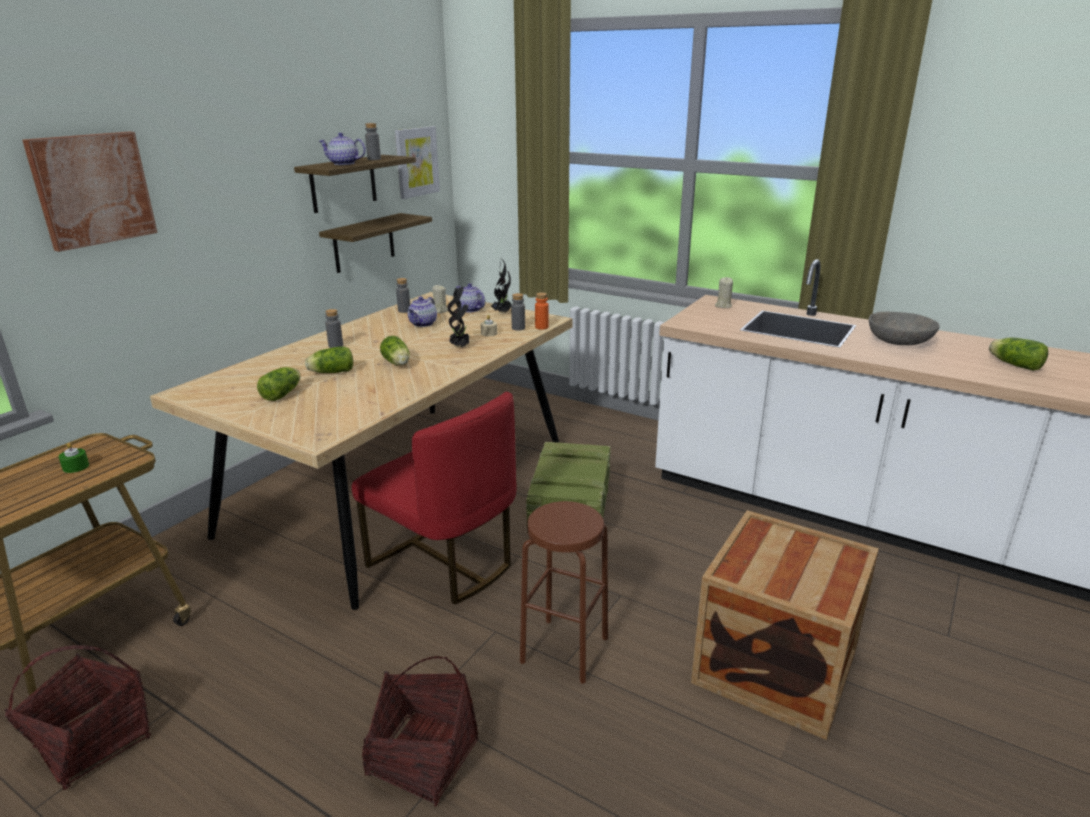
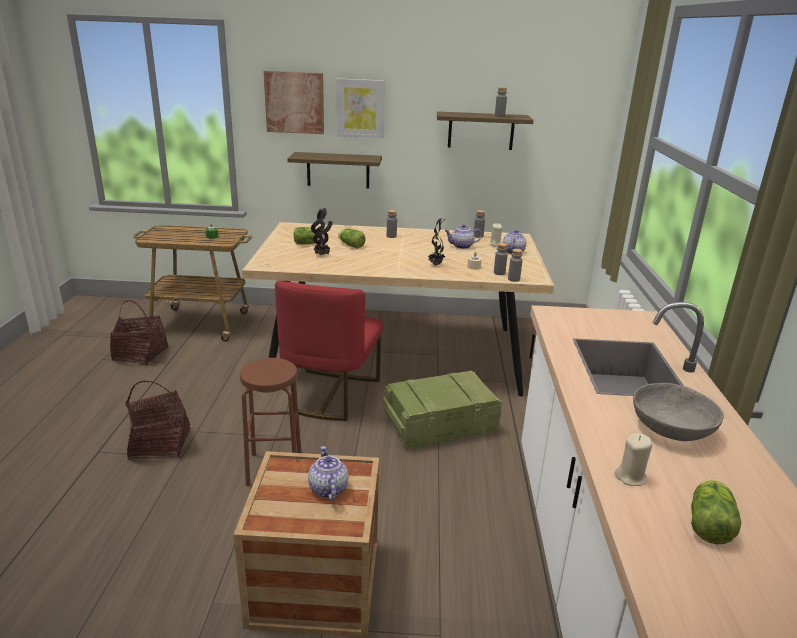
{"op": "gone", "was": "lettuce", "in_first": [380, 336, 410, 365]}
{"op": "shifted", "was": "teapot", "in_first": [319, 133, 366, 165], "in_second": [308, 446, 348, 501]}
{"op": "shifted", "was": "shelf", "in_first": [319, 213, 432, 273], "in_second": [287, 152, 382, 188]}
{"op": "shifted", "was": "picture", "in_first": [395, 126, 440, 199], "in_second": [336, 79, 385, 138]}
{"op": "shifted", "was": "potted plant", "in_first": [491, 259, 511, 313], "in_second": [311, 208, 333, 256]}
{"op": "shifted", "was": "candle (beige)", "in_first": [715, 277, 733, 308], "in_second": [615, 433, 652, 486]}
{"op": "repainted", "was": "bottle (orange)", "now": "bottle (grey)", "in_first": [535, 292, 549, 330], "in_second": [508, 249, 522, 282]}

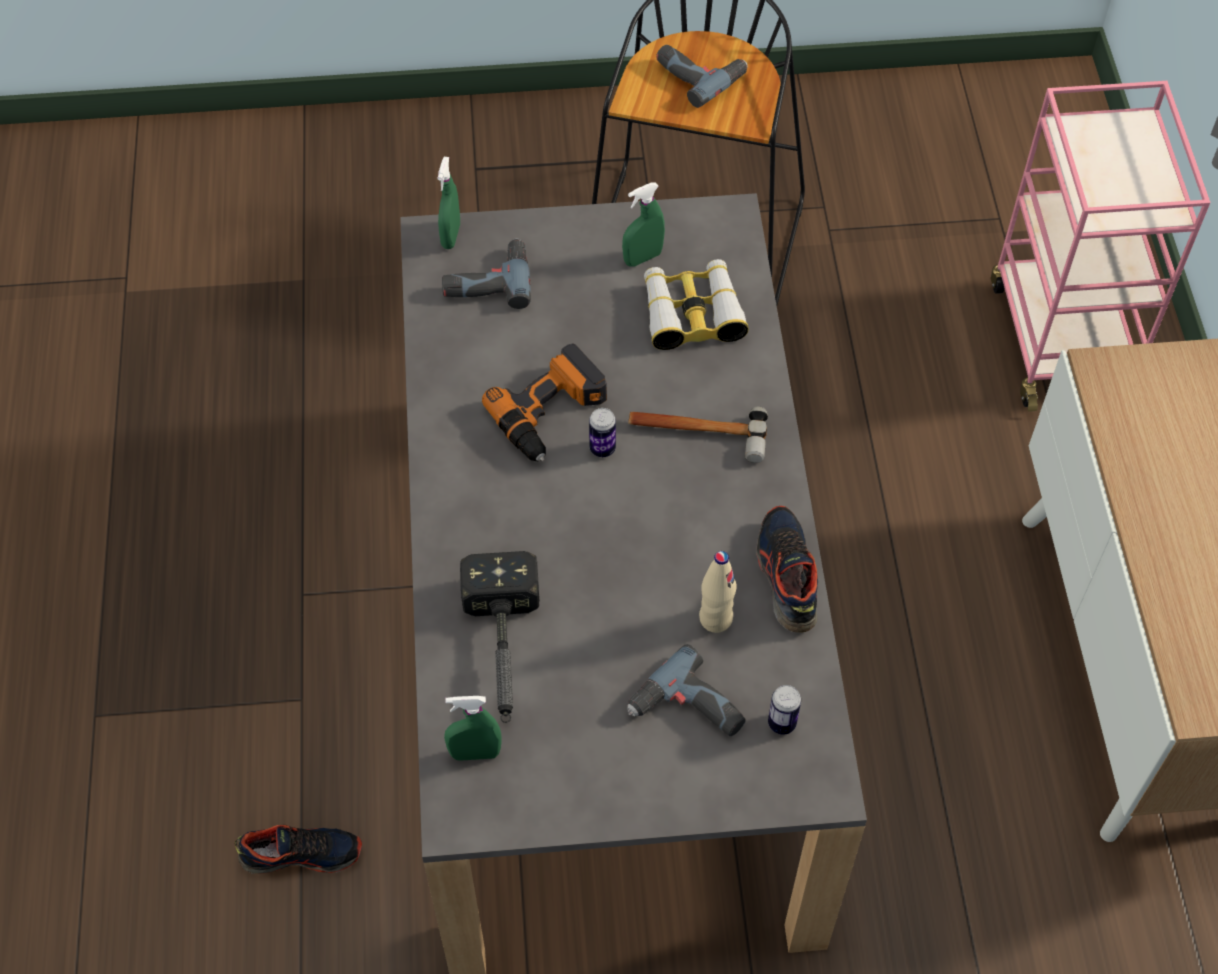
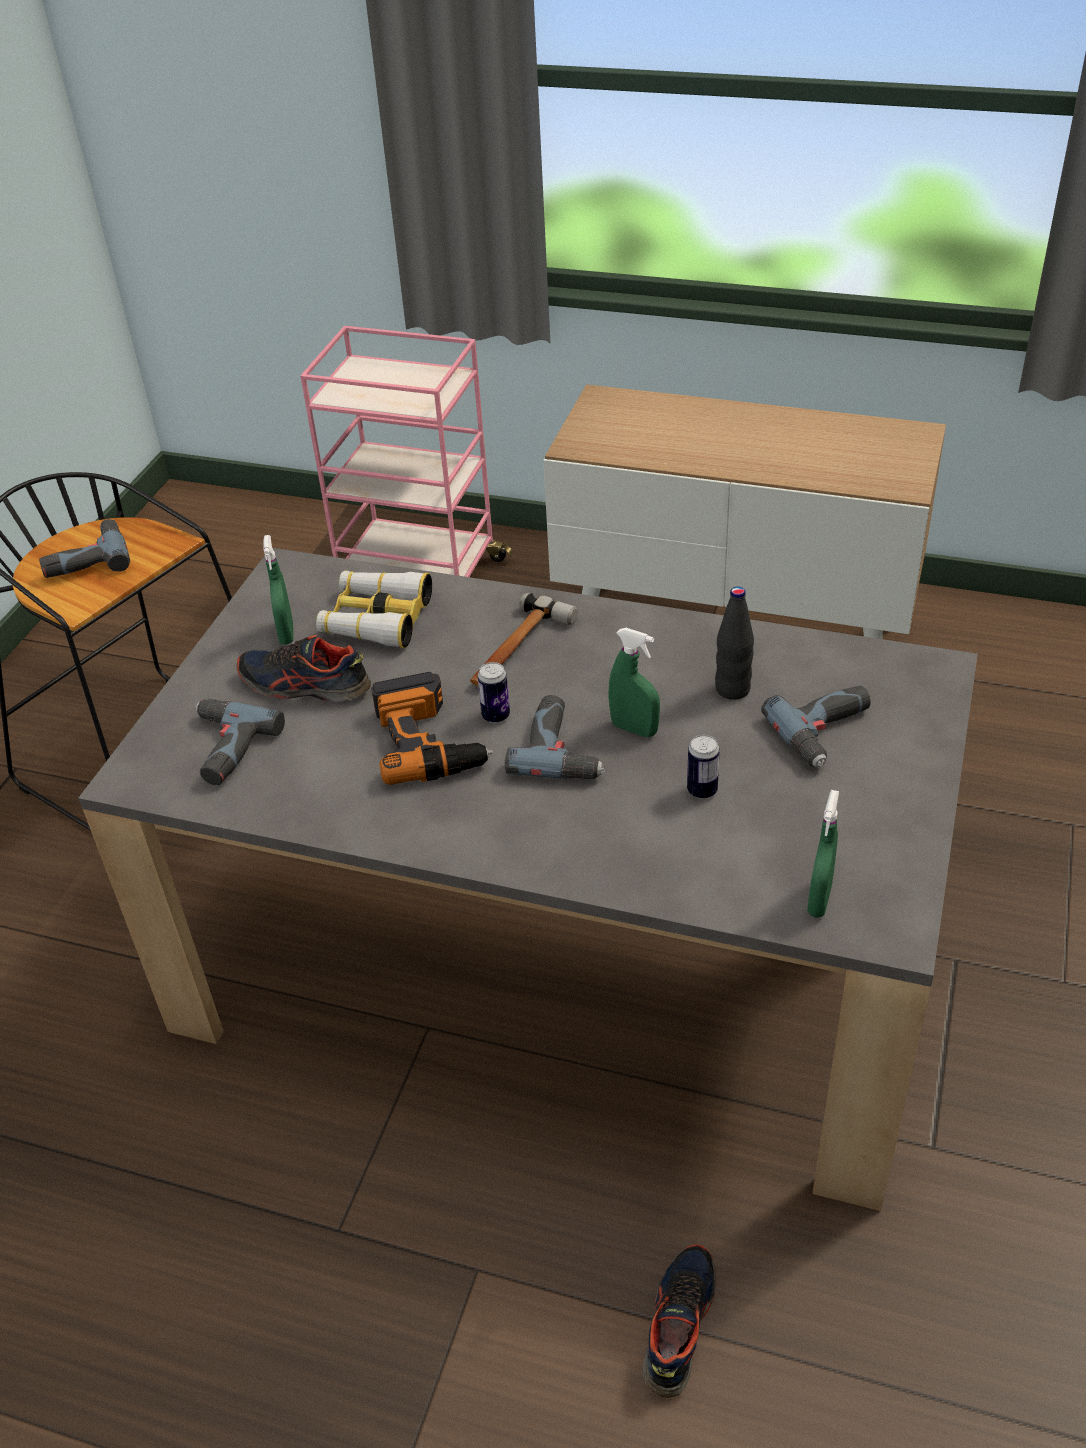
{"op": "gone", "was": "hammer", "in_first": [460, 551, 539, 723]}
{"op": "new", "now": "power drill", "in_second": [505, 695, 605, 779]}
{"op": "shifted", "was": "spray bottle (green)", "in_first": [438, 157, 460, 249], "in_second": [608, 628, 660, 737]}
{"op": "shifted", "was": "shoe", "in_first": [756, 506, 818, 633], "in_second": [237, 635, 371, 702]}
{"op": "shifted", "was": "can", "in_first": [768, 685, 801, 735], "in_second": [687, 735, 720, 799]}
{"op": "repainted", "was": "bottle (beige)", "now": "bottle (black)", "in_first": [699, 551, 737, 633], "in_second": [715, 586, 754, 700]}

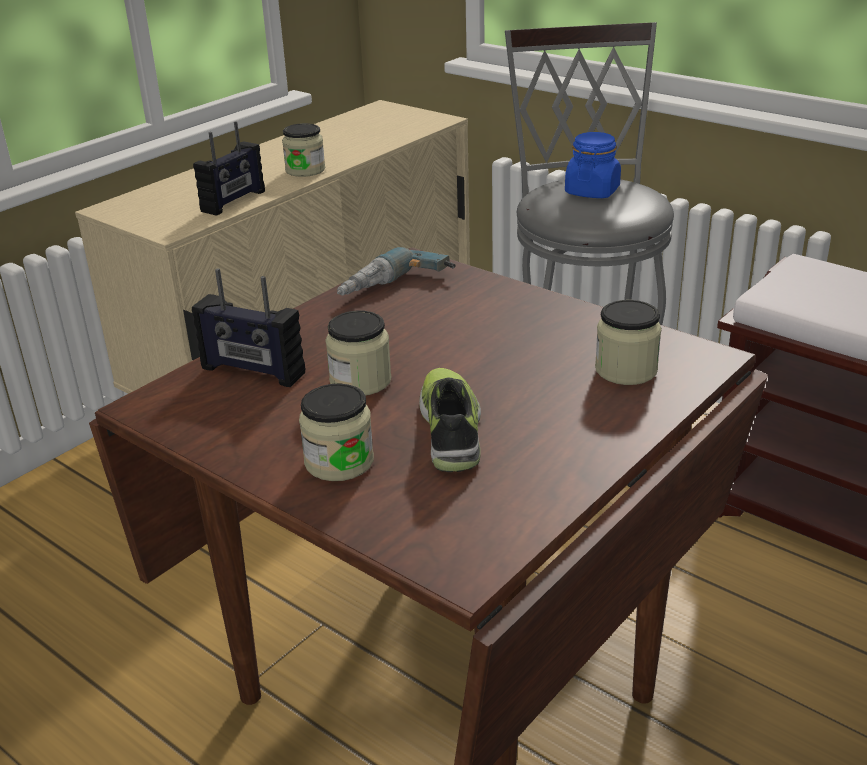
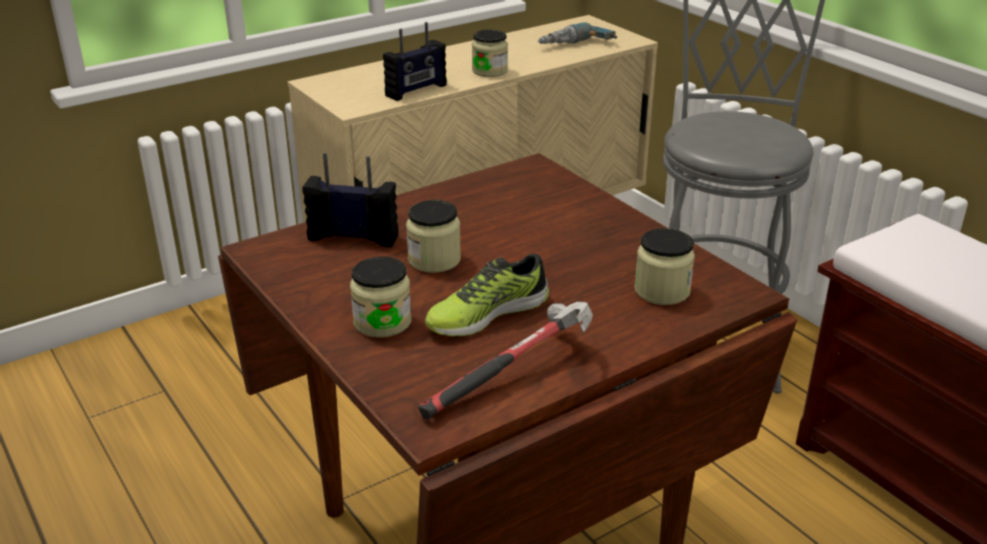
{"op": "gone", "was": "jar (blue)", "in_first": [565, 132, 621, 198]}
{"op": "new", "now": "hammer", "in_second": [418, 302, 593, 420]}
{"op": "shifted", "was": "power drill", "in_first": [337, 247, 455, 296], "in_second": [538, 22, 617, 44]}
{"op": "rotated", "was": "radio", "in_first": [192, 268, 305, 387], "in_second": [302, 153, 399, 247], "clockwise": 150}
{"op": "rotated", "was": "shoe", "in_first": [419, 368, 481, 472], "in_second": [425, 254, 549, 336], "clockwise": -135}

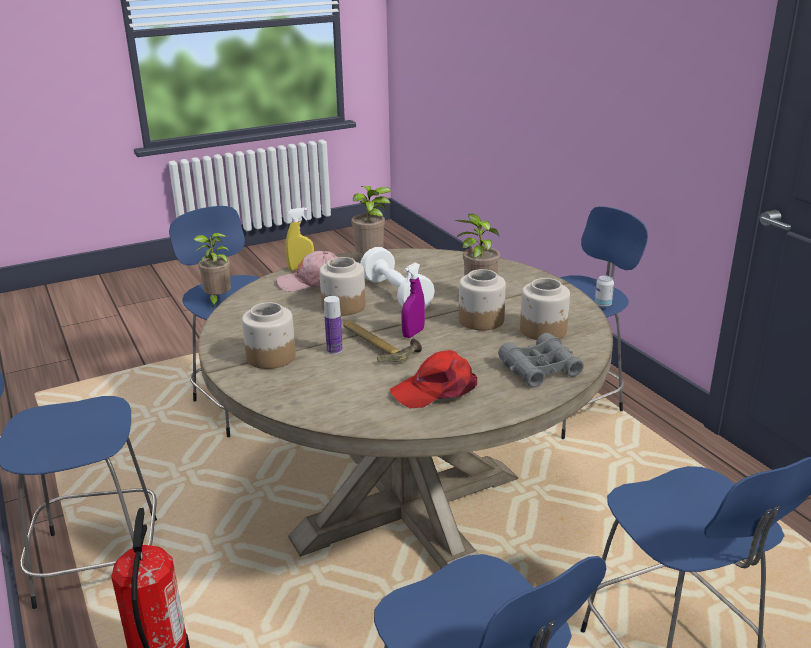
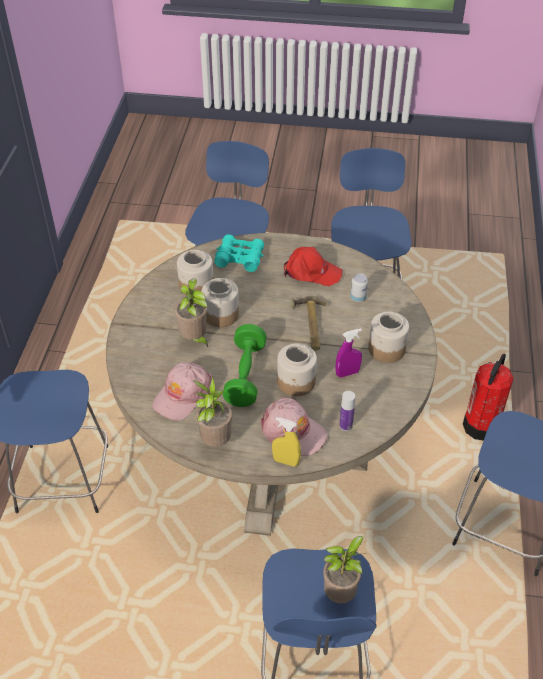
{"op": "new", "now": "cap (pink)", "in_second": [152, 362, 212, 420]}
{"op": "shifted", "was": "bottle", "in_first": [324, 296, 343, 354], "in_second": [339, 391, 355, 431]}
{"op": "shifted", "was": "spray bottle (purple)", "in_first": [401, 263, 425, 338], "in_second": [336, 328, 362, 377]}
{"op": "shifted", "was": "can", "in_first": [595, 275, 614, 307], "in_second": [350, 273, 368, 302]}
{"op": "repainted", "was": "dumbbell (white)", "now": "dumbbell (green)", "in_first": [360, 247, 435, 308], "in_second": [223, 324, 267, 407]}
{"op": "repainted", "was": "binoculars (grey)", "now": "binoculars (turquoise)", "in_first": [498, 333, 584, 388], "in_second": [214, 235, 264, 272]}

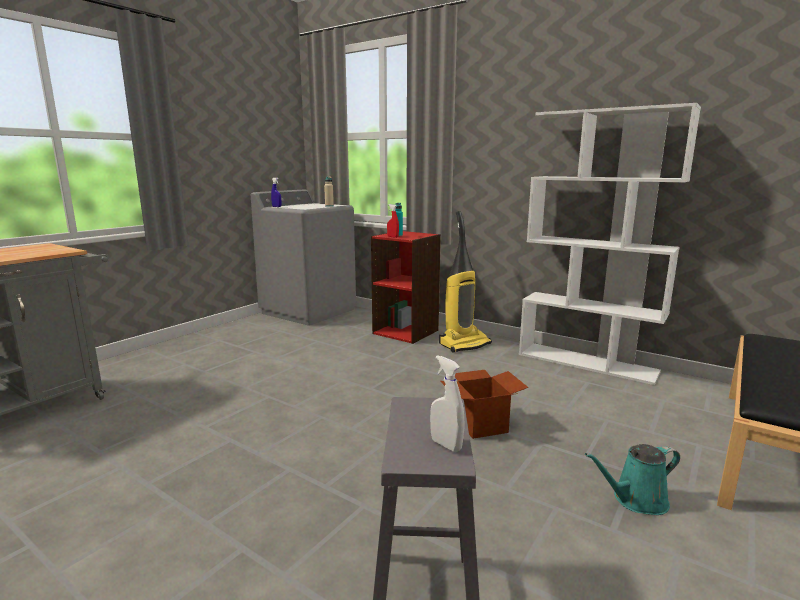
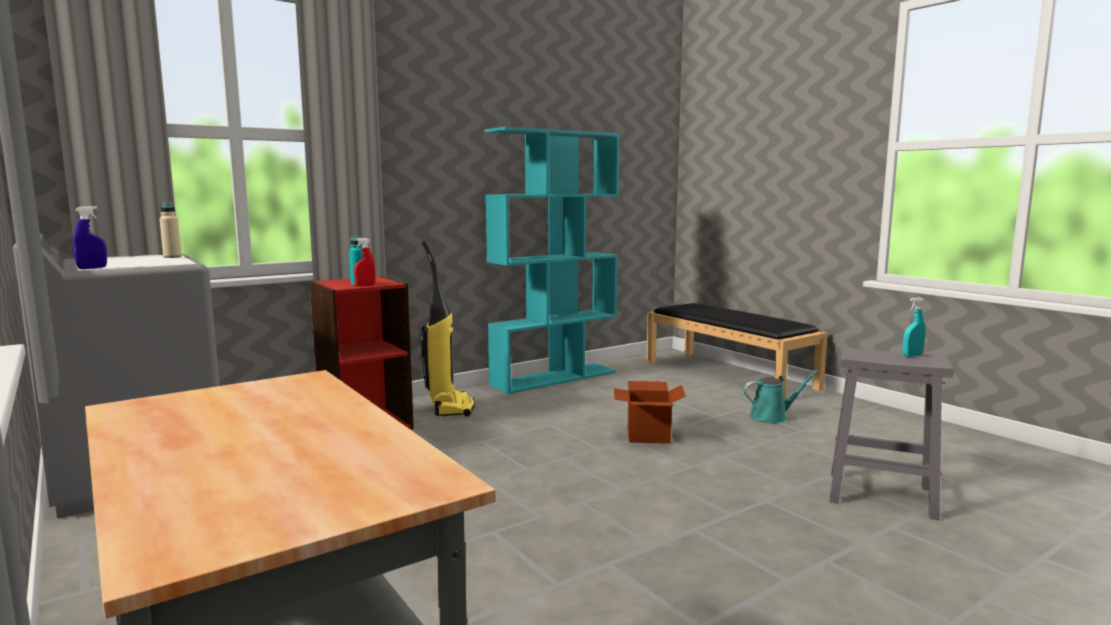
{"op": "repainted", "was": "spray bottle (white)", "now": "spray bottle (turquoise)", "in_first": [430, 355, 464, 452], "in_second": [903, 298, 926, 357]}
{"op": "repainted", "was": "bookcase (white)", "now": "bookcase (turquoise)", "in_first": [519, 103, 701, 385], "in_second": [484, 127, 620, 394]}
{"op": "rotated", "was": "watering can (turquoise)", "in_first": [585, 444, 680, 515], "in_second": [743, 370, 818, 423], "clockwise": -105}

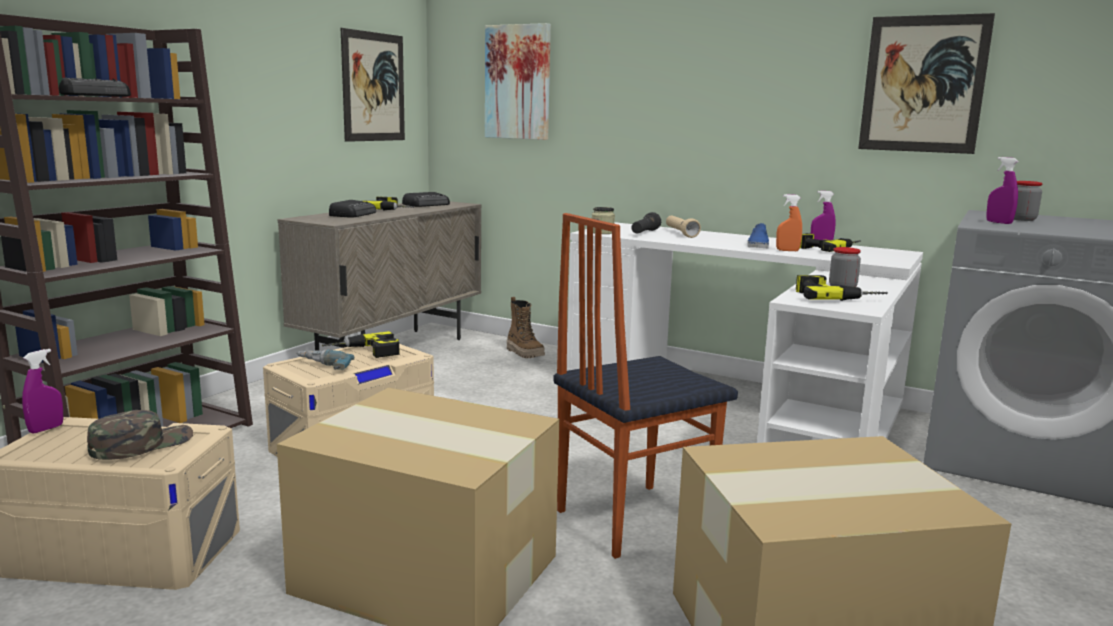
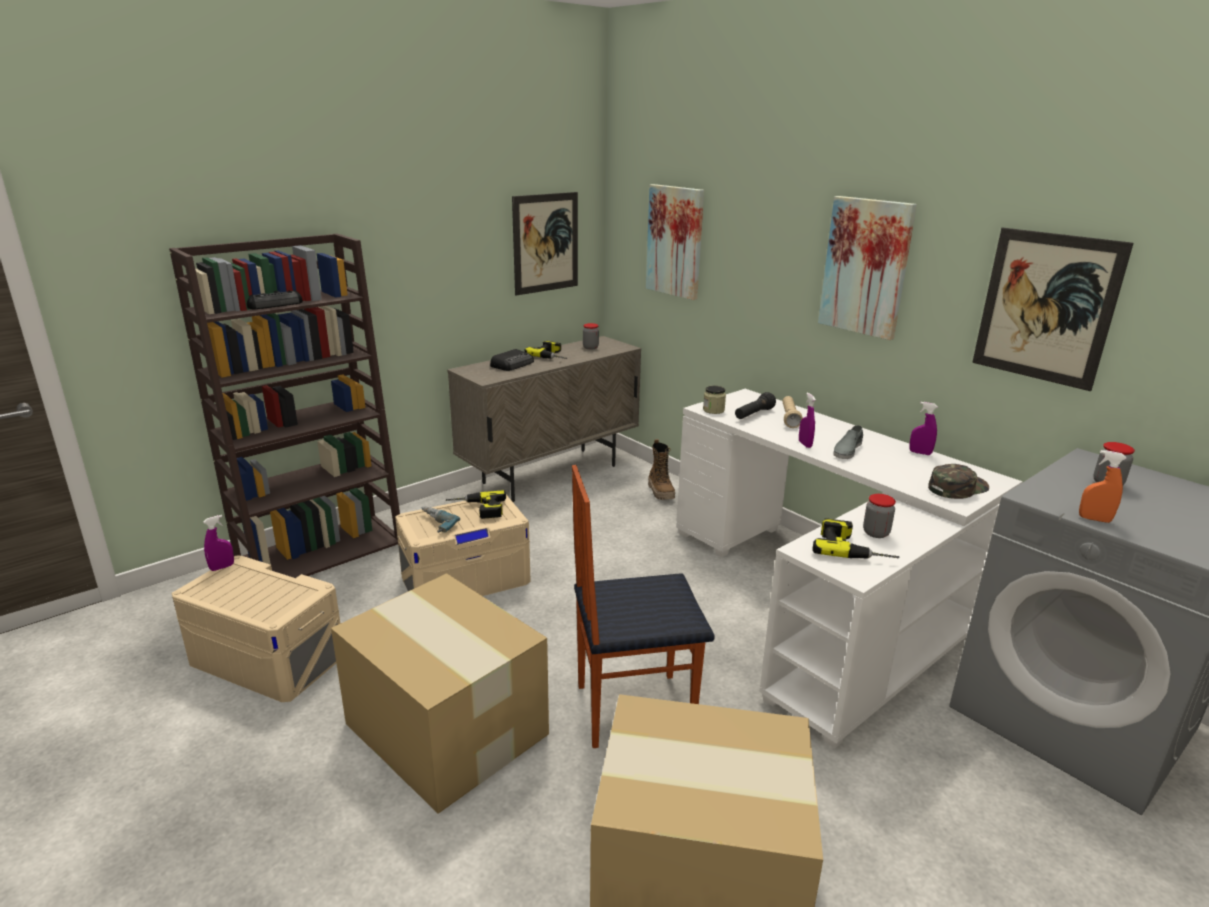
{"op": "gone", "was": "power drill", "in_first": [800, 233, 861, 252]}
{"op": "new", "now": "picture", "in_second": [818, 196, 917, 340]}
{"op": "shifted", "was": "cap (green)", "in_first": [87, 410, 193, 460], "in_second": [928, 464, 989, 499]}
{"op": "shifted", "was": "spray bottle (orange)", "in_first": [776, 194, 802, 251], "in_second": [1079, 450, 1127, 523]}
{"op": "shifted", "was": "spray bottle (purple)", "in_first": [986, 157, 1019, 224], "in_second": [799, 393, 816, 448]}
{"op": "swapped", "was": "radio", "now": "jar", "in_first": [402, 192, 450, 207], "in_second": [583, 323, 599, 349]}
{"op": "repainted", "was": "shoe (blue)", "now": "shoe (grey)", "in_first": [747, 223, 769, 248], "in_second": [833, 425, 863, 459]}

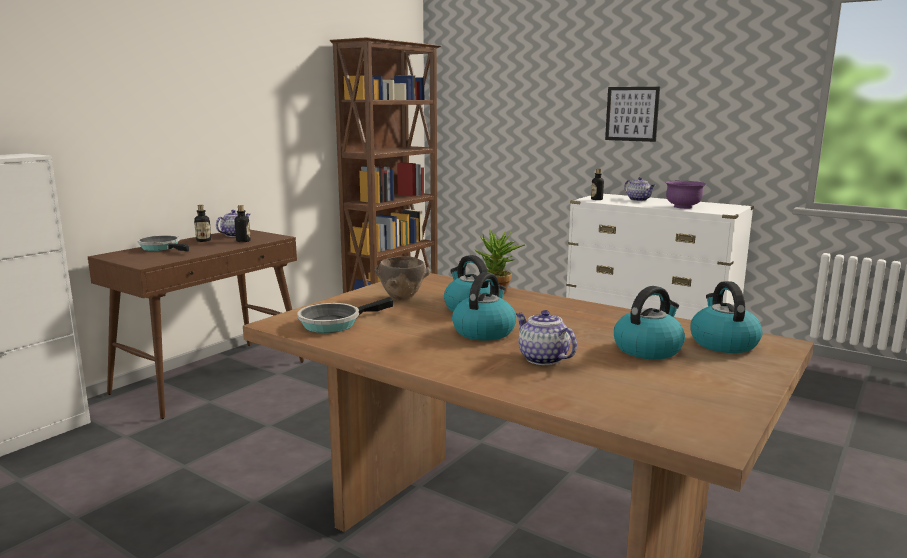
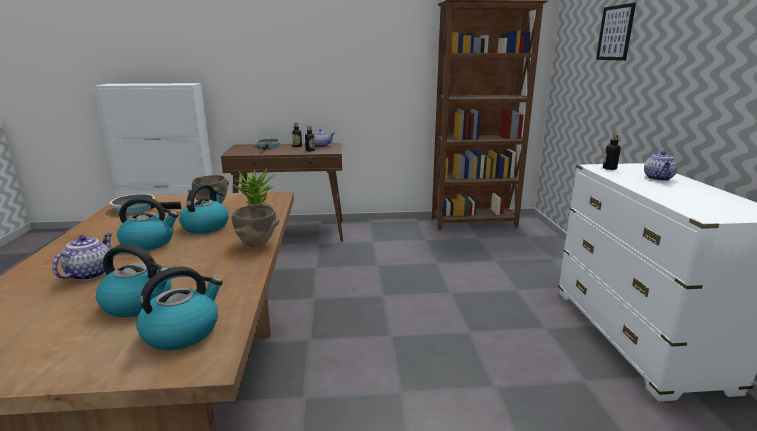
{"op": "gone", "was": "bowl (purple)", "in_first": [665, 181, 706, 209]}
{"op": "new", "now": "bowl (brown)", "in_second": [231, 204, 280, 247]}
{"op": "shifted", "was": "picture", "in_first": [605, 87, 660, 142], "in_second": [596, 3, 636, 61]}

